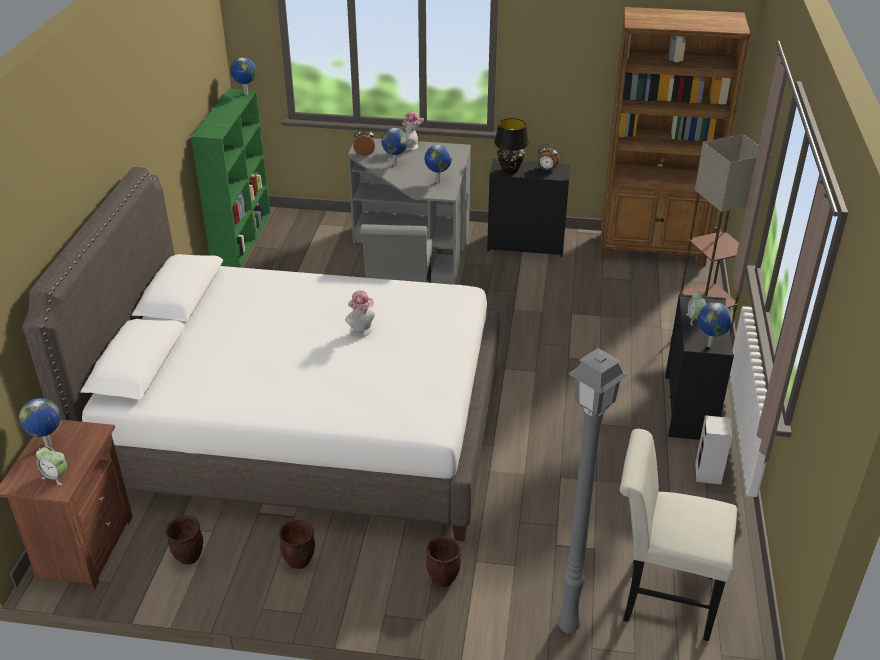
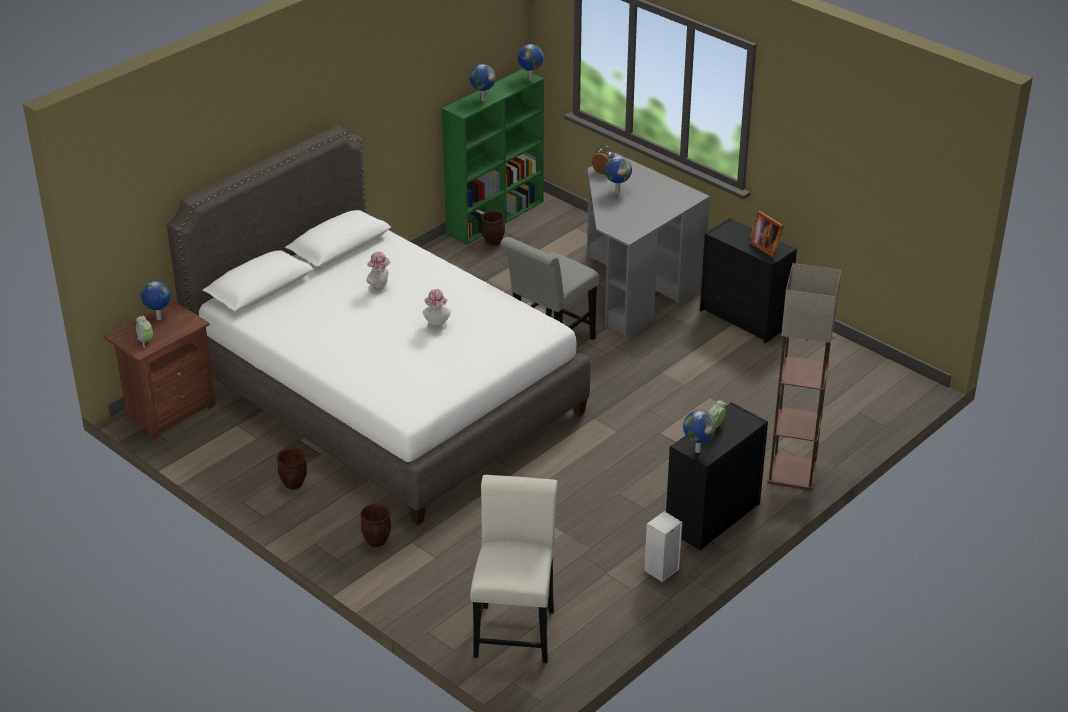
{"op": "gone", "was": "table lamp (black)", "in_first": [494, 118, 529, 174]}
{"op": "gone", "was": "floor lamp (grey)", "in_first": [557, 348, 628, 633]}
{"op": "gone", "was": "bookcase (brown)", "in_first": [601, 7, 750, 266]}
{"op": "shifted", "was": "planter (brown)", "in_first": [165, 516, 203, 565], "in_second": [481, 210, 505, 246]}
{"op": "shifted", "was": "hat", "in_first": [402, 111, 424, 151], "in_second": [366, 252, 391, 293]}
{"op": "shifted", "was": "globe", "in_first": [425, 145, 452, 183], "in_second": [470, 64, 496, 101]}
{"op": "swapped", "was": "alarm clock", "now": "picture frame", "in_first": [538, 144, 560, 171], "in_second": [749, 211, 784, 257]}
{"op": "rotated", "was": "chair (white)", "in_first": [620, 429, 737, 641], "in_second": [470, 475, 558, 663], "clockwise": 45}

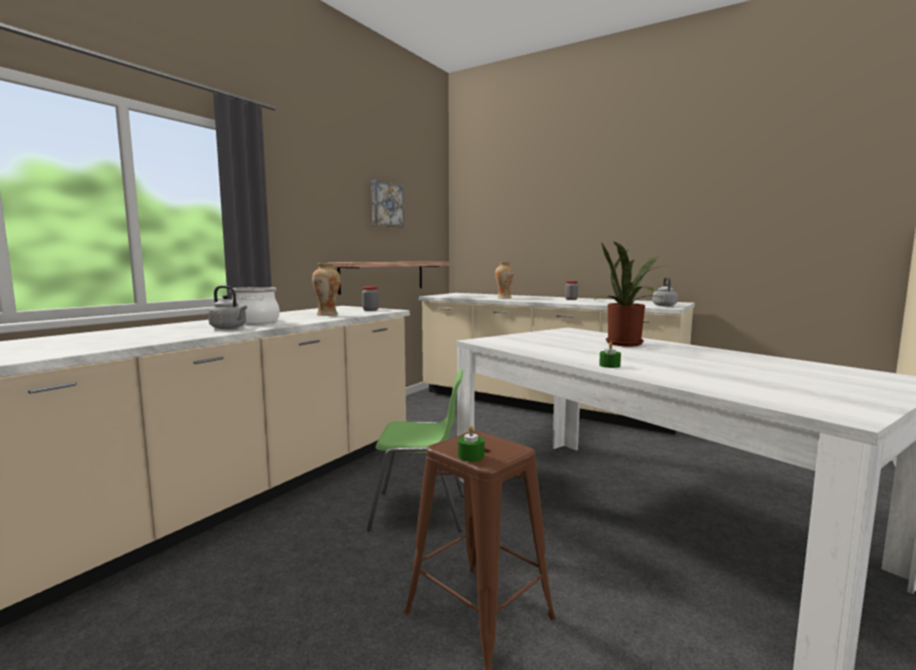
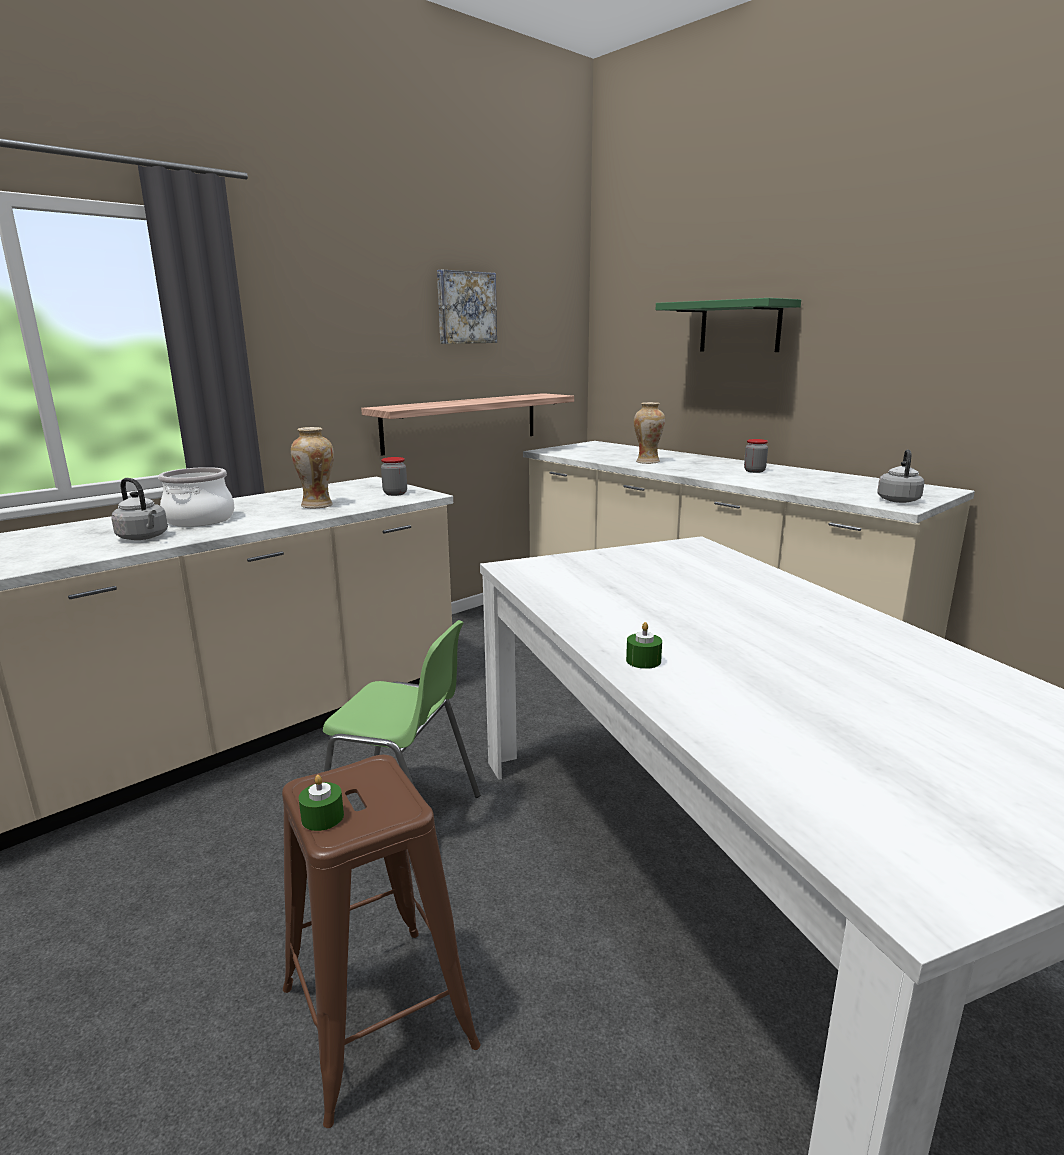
{"op": "gone", "was": "potted plant", "in_first": [595, 242, 665, 346]}
{"op": "new", "now": "shelf (green)", "in_second": [656, 298, 801, 352]}

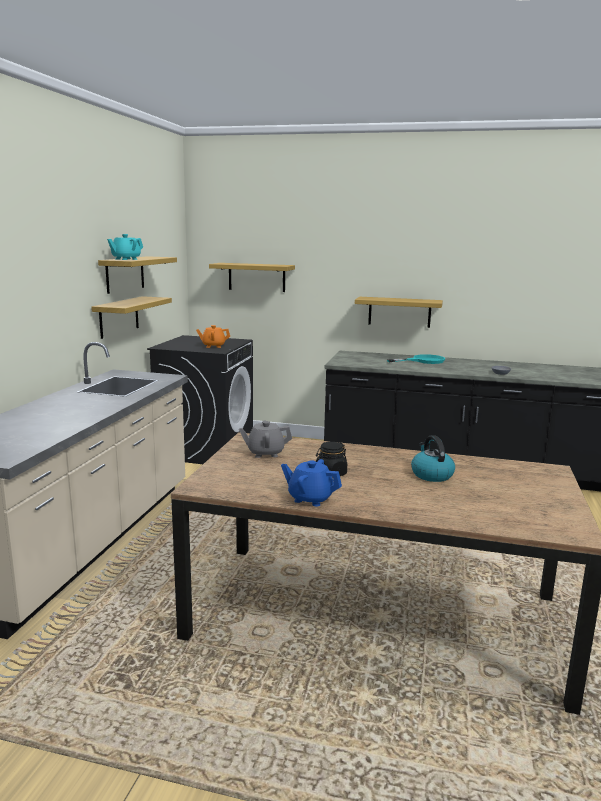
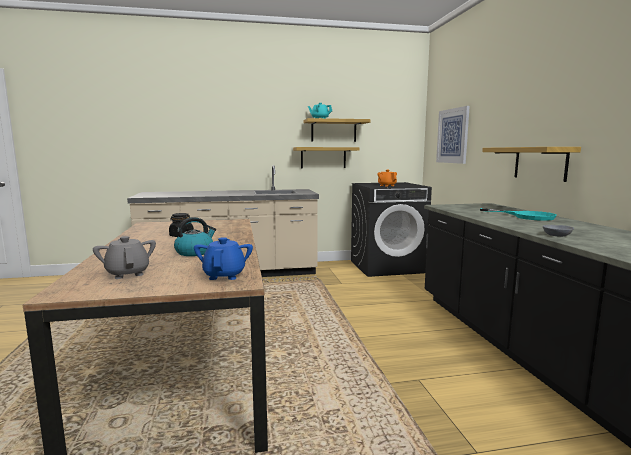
{"op": "shifted", "was": "teapot (grey)", "in_first": [239, 420, 292, 458], "in_second": [93, 236, 156, 279]}
{"op": "shifted", "was": "teapot (blue)", "in_first": [281, 459, 342, 506], "in_second": [194, 237, 253, 280]}
{"op": "swapped", "was": "shelf", "now": "picture", "in_first": [209, 263, 295, 292], "in_second": [436, 106, 470, 164]}

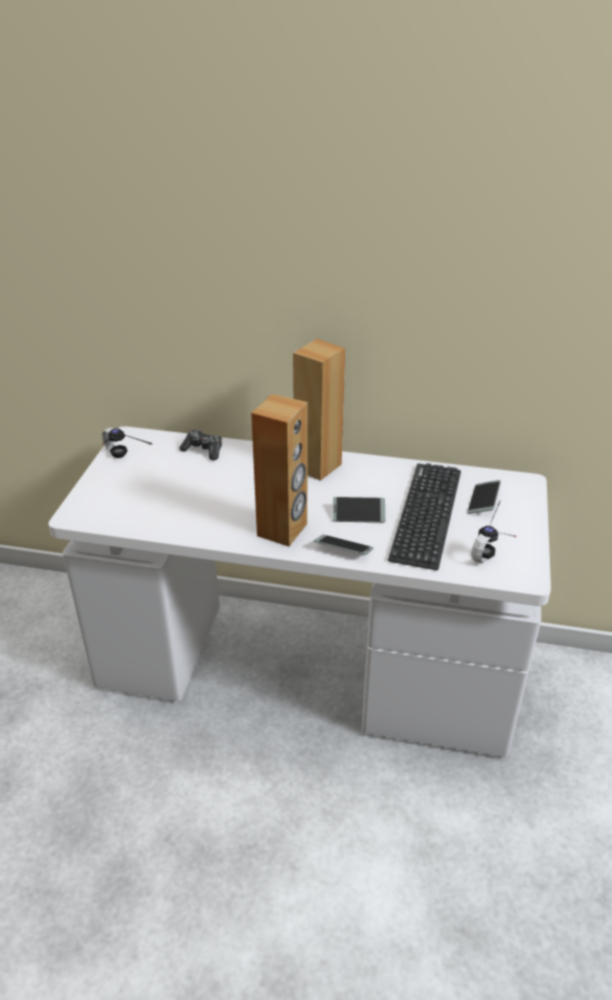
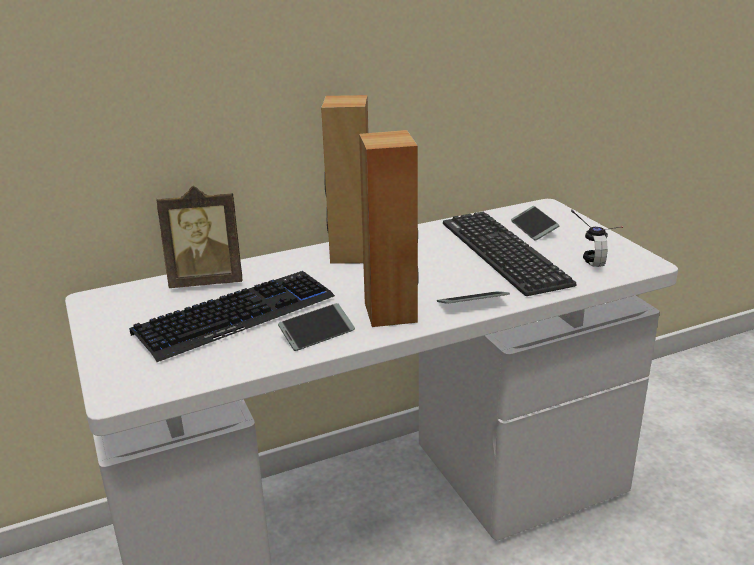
{"op": "gone", "was": "headphones", "in_first": [102, 427, 152, 458]}
{"op": "new", "now": "keyboard", "in_second": [129, 271, 335, 362]}
{"op": "shifted", "was": "phone", "in_first": [333, 497, 385, 523], "in_second": [278, 303, 355, 351]}
{"op": "swapped", "was": "game controller", "now": "picture frame", "in_first": [180, 430, 222, 460], "in_second": [156, 186, 242, 288]}

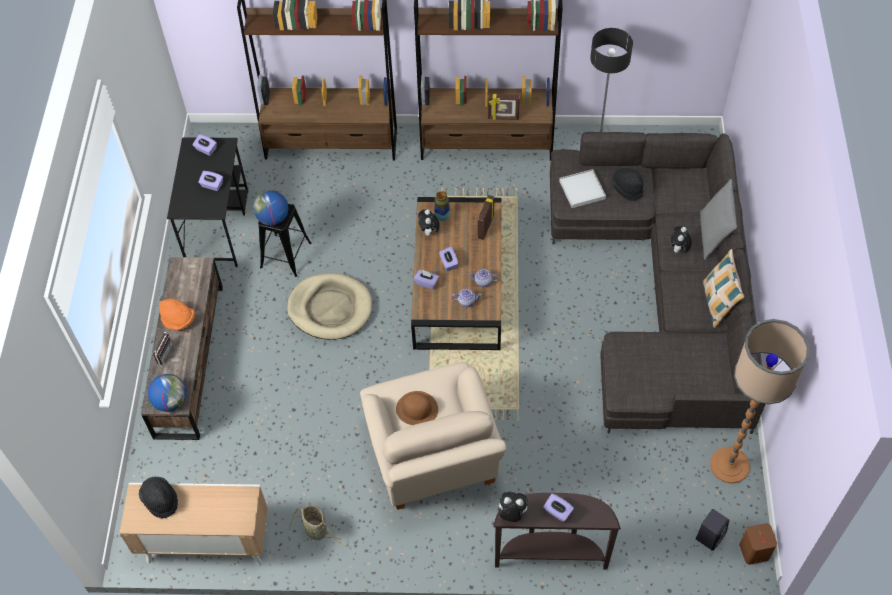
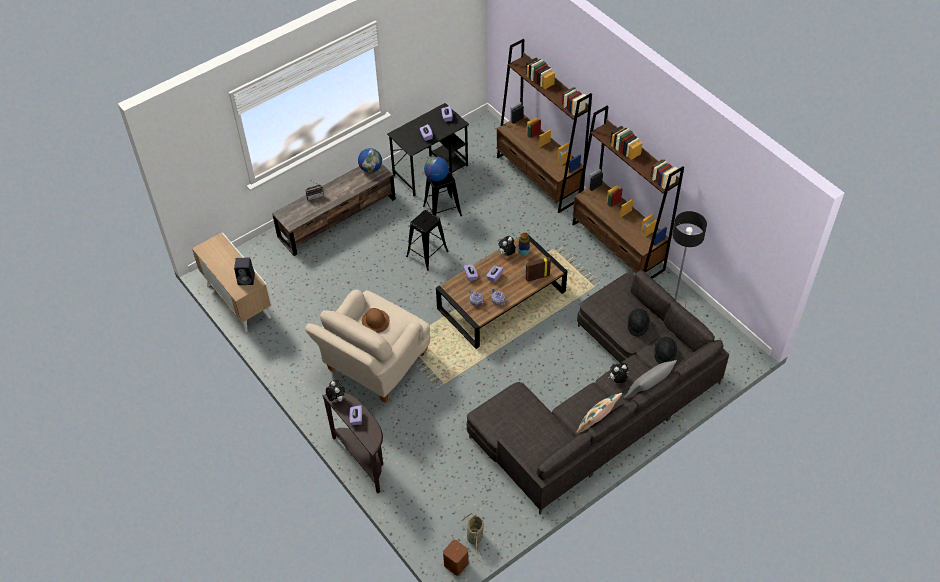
{"op": "gone", "was": "hat (orange)", "in_first": [159, 298, 195, 330]}
{"op": "gone", "was": "picture frame", "in_first": [488, 94, 520, 120]}
{"op": "gone", "was": "tray (white)", "in_first": [559, 169, 606, 208]}
{"op": "gone", "was": "floor lamp", "in_first": [710, 319, 810, 484]}
{"op": "shifted", "was": "hat (black)", "in_first": [139, 477, 178, 518], "in_second": [655, 337, 677, 364]}
{"op": "shifted", "was": "globe", "in_first": [148, 374, 186, 412], "in_second": [358, 148, 382, 173]}
{"op": "shifted", "was": "basket", "in_first": [288, 505, 348, 547], "in_second": [460, 513, 484, 562]}
{"op": "shifted", "was": "speaker (black)", "in_first": [696, 509, 729, 551], "in_second": [234, 258, 255, 285]}
{"op": "swapped", "was": "dog bed (beige)", "now": "stool (black)", "in_first": [287, 273, 372, 340], "in_second": [406, 210, 449, 271]}

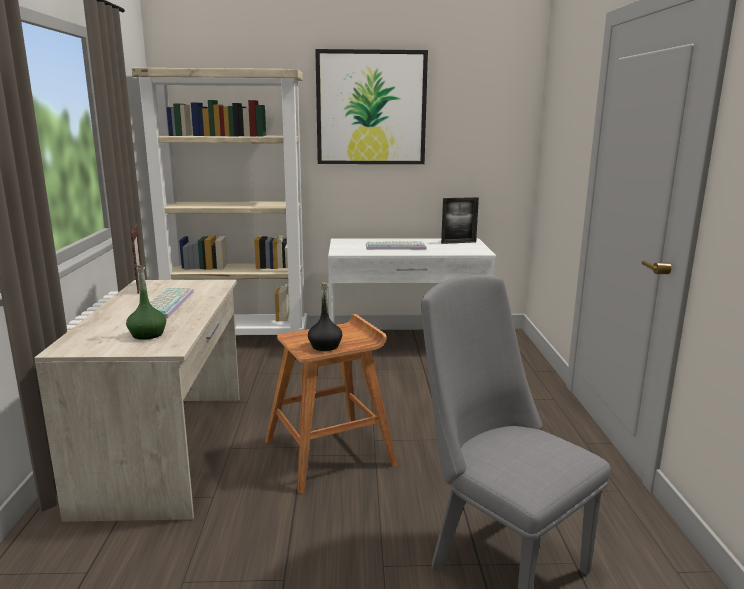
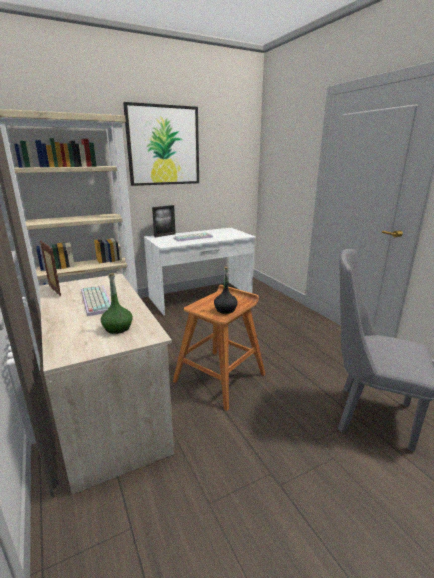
{"op": "shifted", "was": "picture frame", "in_first": [441, 197, 479, 244], "in_second": [152, 205, 176, 237]}

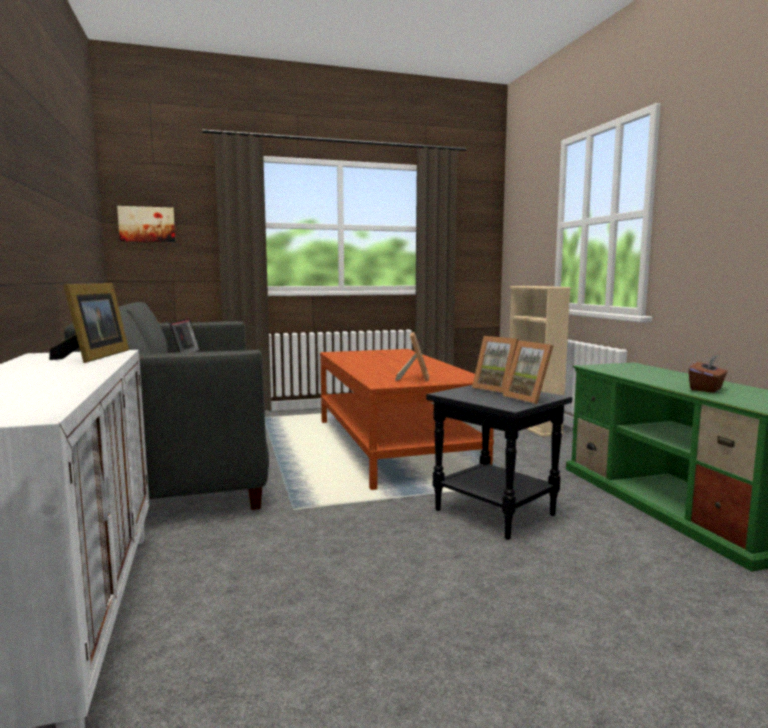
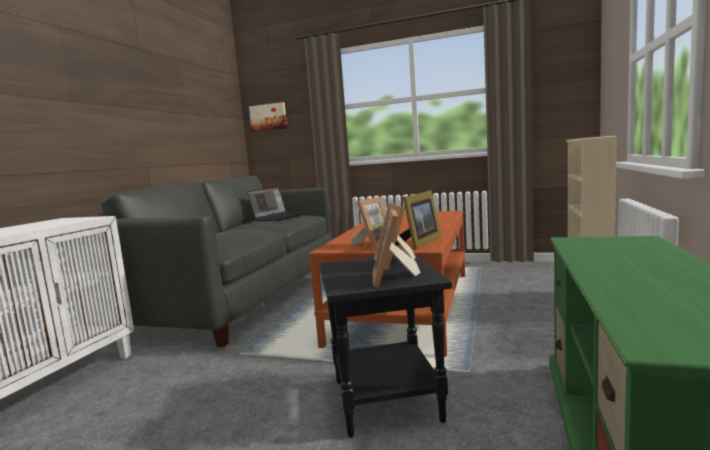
{"op": "gone", "was": "tissue box (brown)", "in_first": [689, 355, 727, 393]}
{"op": "shifted", "was": "picture frame", "in_first": [49, 283, 129, 363], "in_second": [395, 190, 441, 250]}

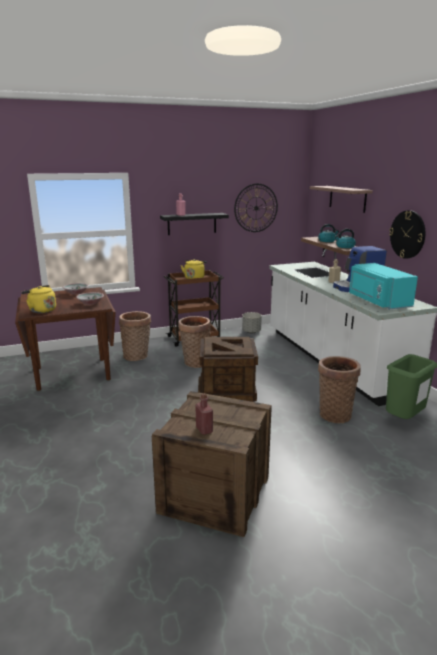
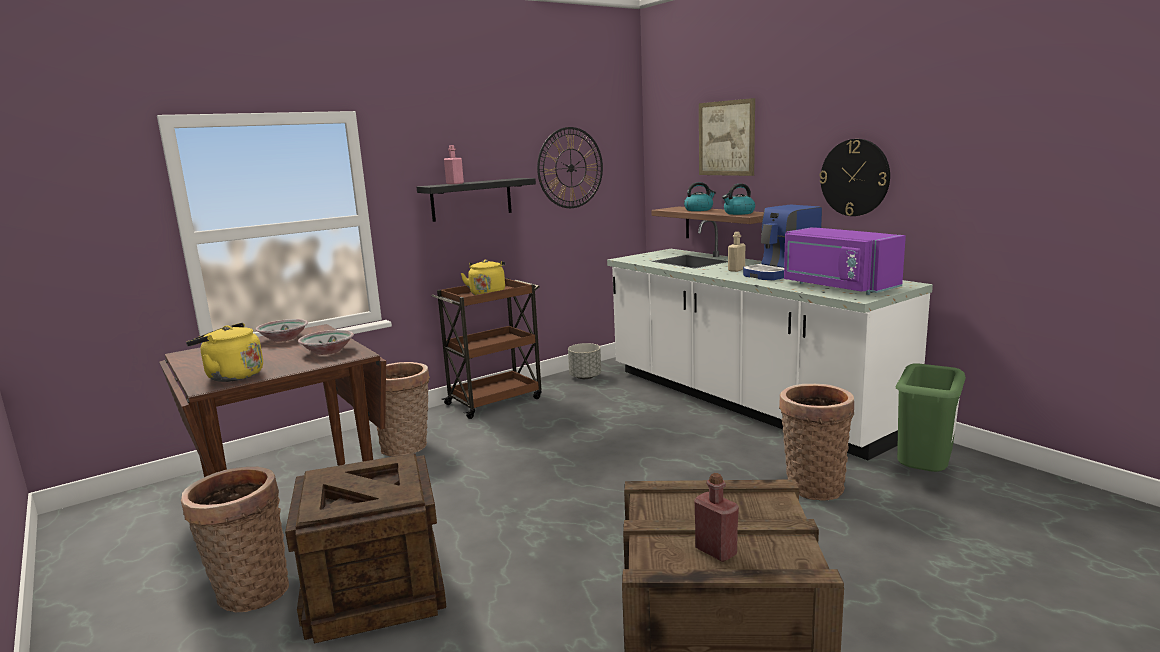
{"op": "shifted", "was": "basket", "in_first": [178, 316, 211, 368], "in_second": [181, 467, 289, 612]}
{"op": "shifted", "was": "crate", "in_first": [198, 337, 258, 402], "in_second": [285, 453, 446, 644]}
{"op": "swapped", "was": "shelf", "now": "picture", "in_first": [310, 186, 373, 213], "in_second": [699, 98, 755, 176]}
{"op": "repainted", "was": "microwave (turquoise)", "now": "microwave (purple)", "in_first": [349, 263, 418, 310], "in_second": [784, 227, 906, 295]}

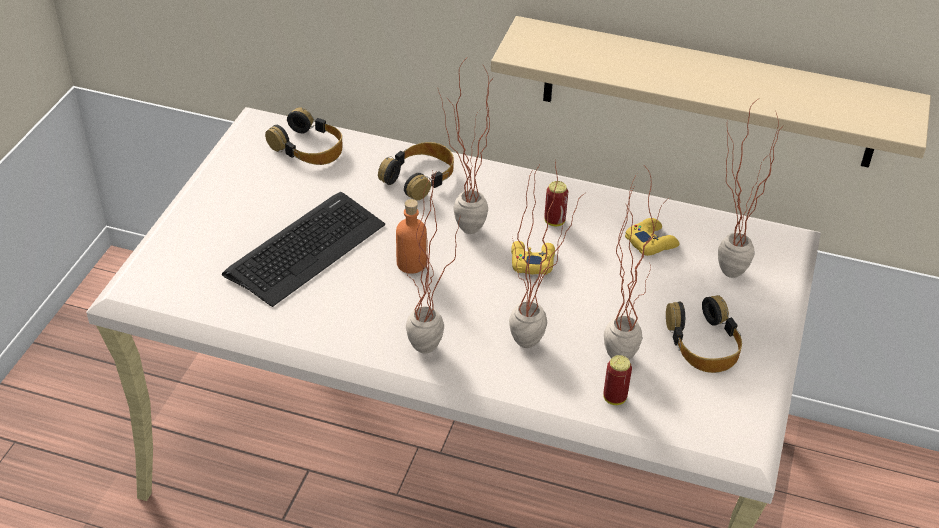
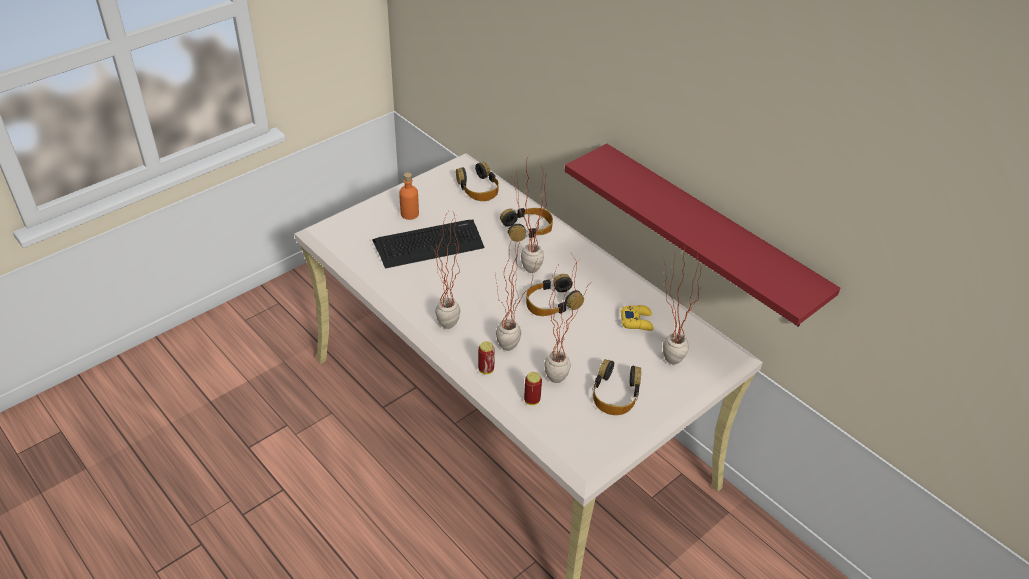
{"op": "shifted", "was": "bottle (orange)", "in_first": [396, 199, 427, 274], "in_second": [399, 172, 419, 220]}
{"op": "shifted", "was": "can", "in_first": [544, 181, 568, 226], "in_second": [478, 341, 495, 374]}
{"op": "swapped", "was": "game controller (yellow)", "now": "headphones", "in_first": [511, 241, 555, 275], "in_second": [526, 274, 584, 316]}
{"op": "repainted", "was": "shelf (beige)", "now": "shelf (red)", "in_first": [491, 16, 931, 168], "in_second": [564, 143, 840, 326]}

